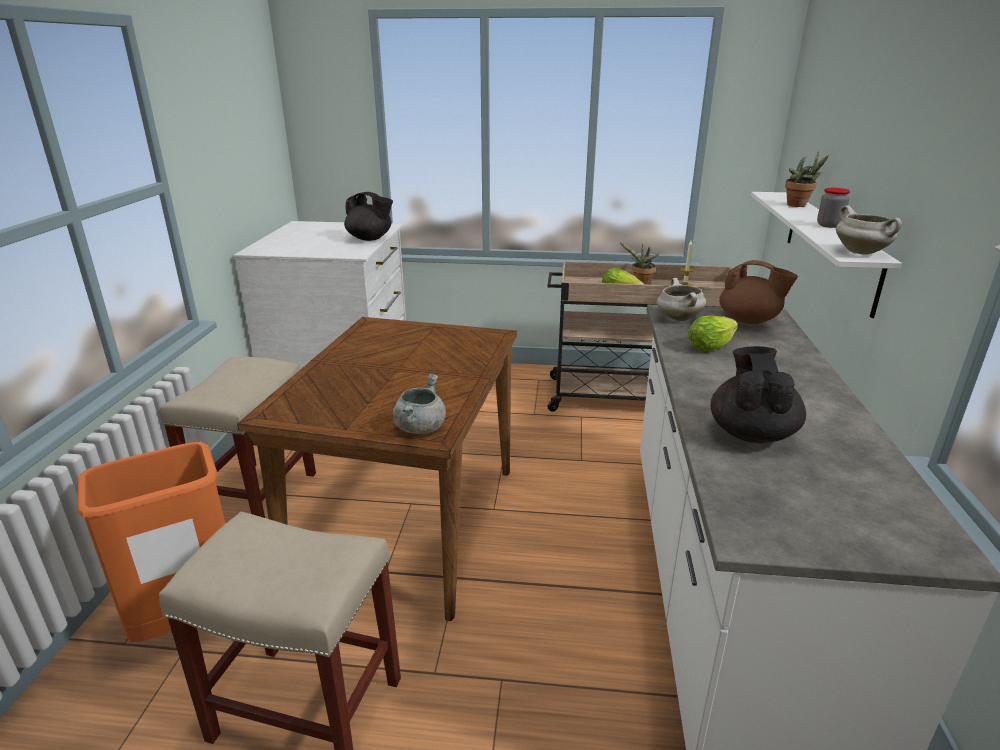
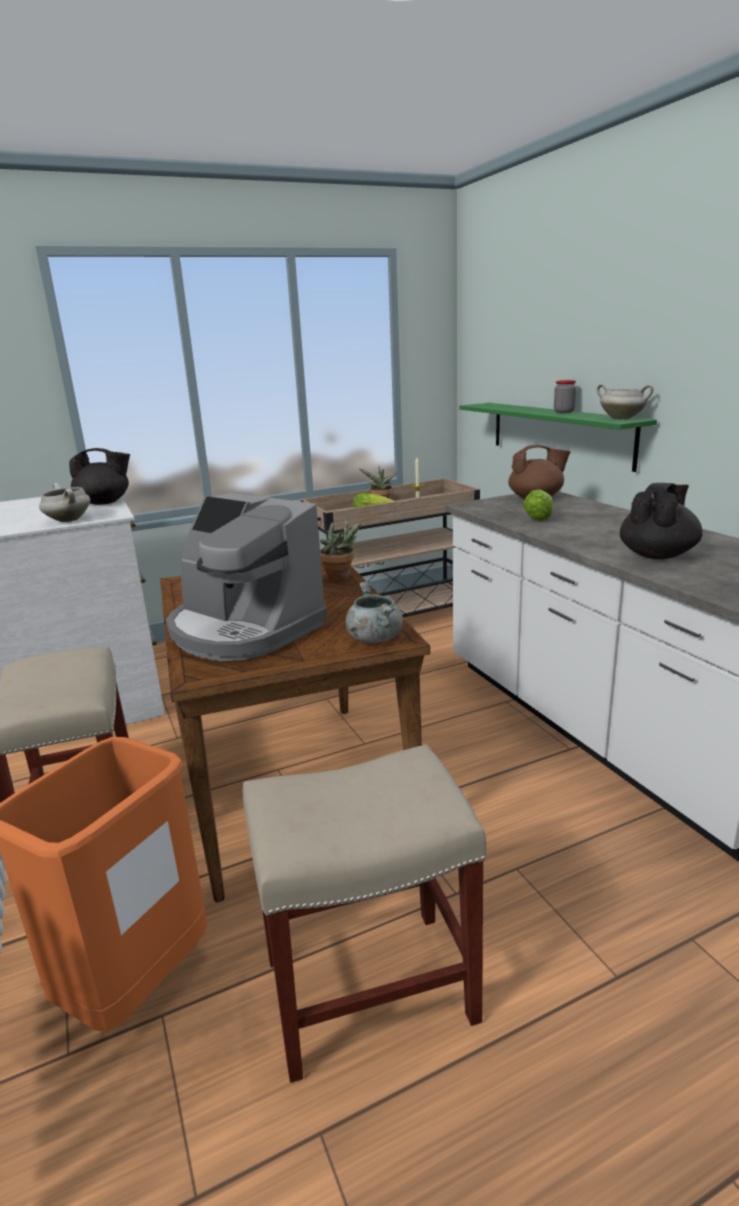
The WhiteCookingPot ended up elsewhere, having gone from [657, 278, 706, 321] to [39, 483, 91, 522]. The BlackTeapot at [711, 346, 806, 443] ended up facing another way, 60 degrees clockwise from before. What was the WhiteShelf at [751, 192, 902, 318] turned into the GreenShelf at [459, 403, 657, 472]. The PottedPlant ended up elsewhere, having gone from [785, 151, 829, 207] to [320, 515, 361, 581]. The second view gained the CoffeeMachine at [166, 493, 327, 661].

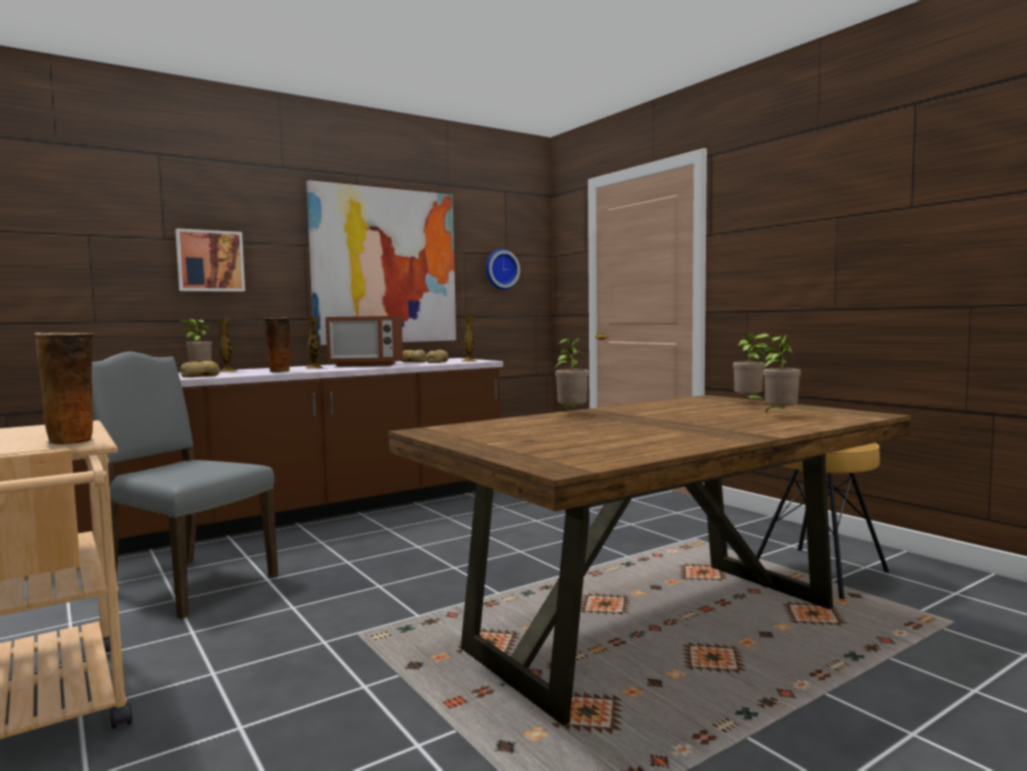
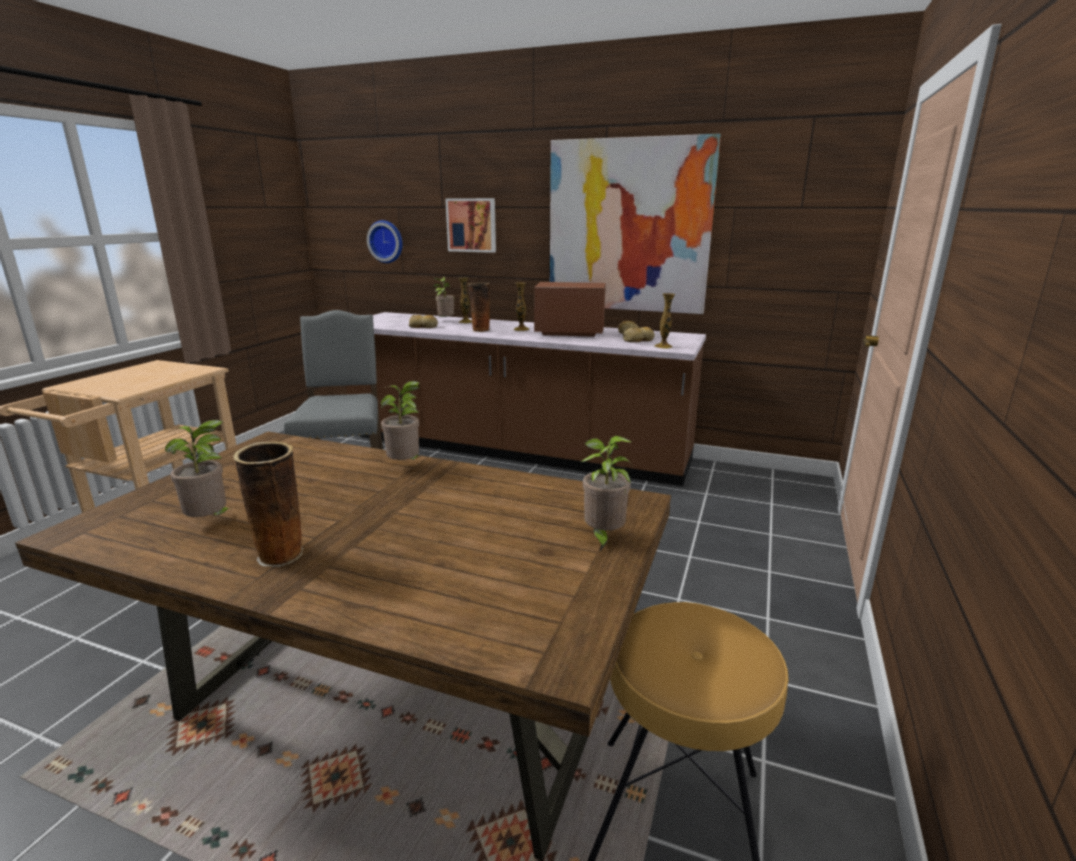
The Vase ended up elsewhere, having gone from [34, 333, 94, 445] to [233, 442, 303, 567]. The Microwave at [325, 316, 403, 367] ended up facing another way, 135 degrees clockwise from before. The WallClock ended up elsewhere, having gone from [486, 249, 520, 290] to [367, 220, 403, 263]. The PottedPlant ended up elsewhere, having gone from [763, 335, 801, 412] to [165, 420, 233, 517].

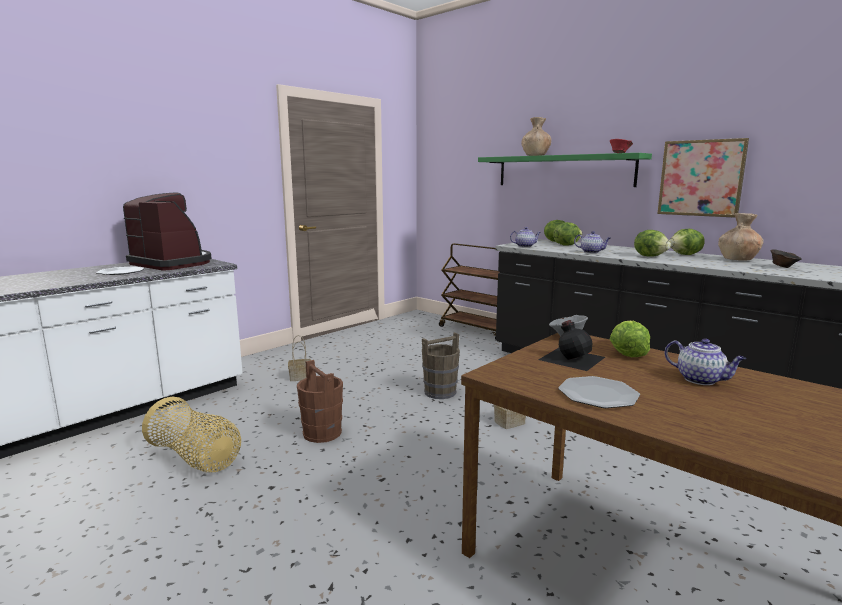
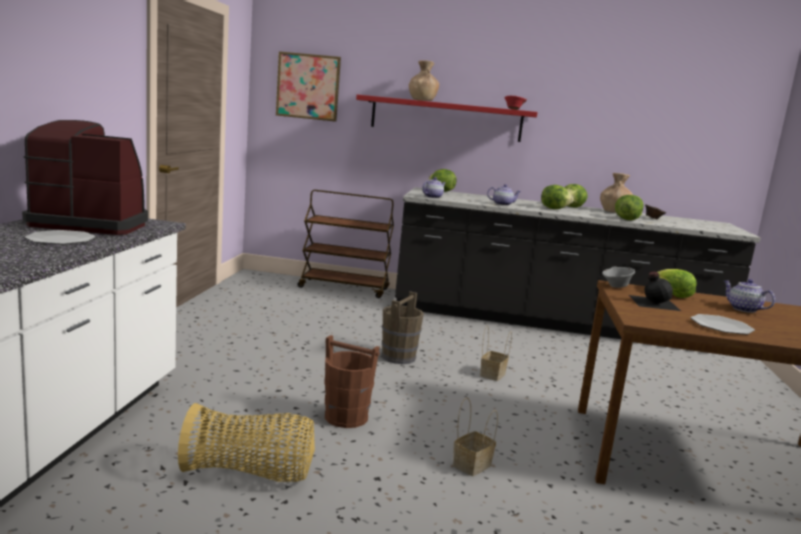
The Basket ended up elsewhere, having gone from [288, 335, 311, 381] to [453, 397, 498, 476]. What was the GreenShelf at [478, 153, 652, 187] turned into the RedShelf at [356, 95, 538, 142]. The Lettuce ended up elsewhere, having gone from [553, 222, 583, 246] to [615, 195, 644, 220]. The Picture ended up elsewhere, having gone from [657, 138, 749, 218] to [276, 51, 341, 122]. The Teapot at [665, 338, 747, 385] ended up facing another way, 135 degrees counterclockwise from before.

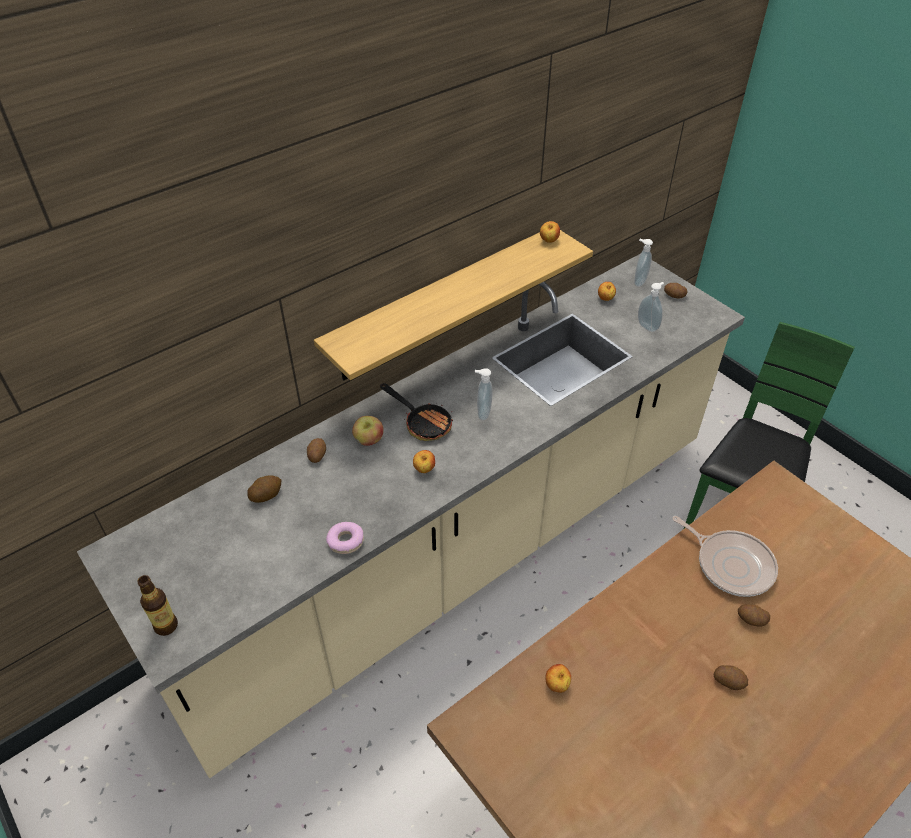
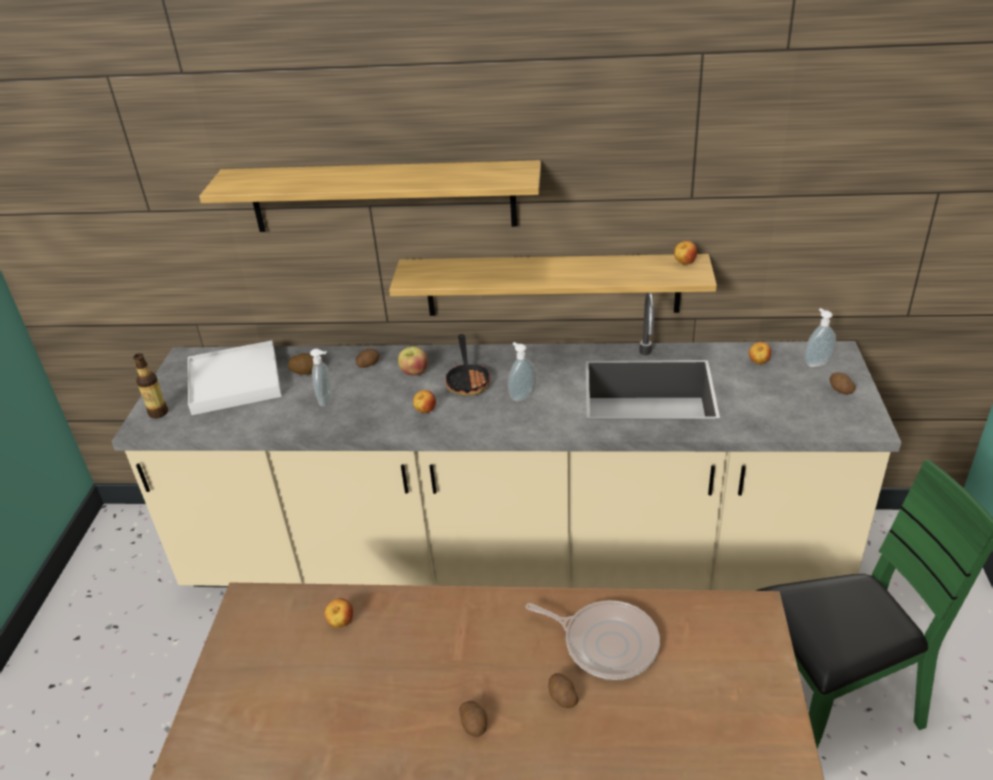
The second view lost the Donut at [326, 522, 364, 554]. The SoapDispenser ended up elsewhere, having gone from [638, 282, 664, 332] to [310, 349, 332, 407]. The FryingPan at [672, 516, 778, 597] ended up facing another way, 60 degrees counterclockwise from before. The second view gained the WhiteTray at [188, 340, 282, 415]. The second view gained the Shelf at [199, 160, 541, 232].

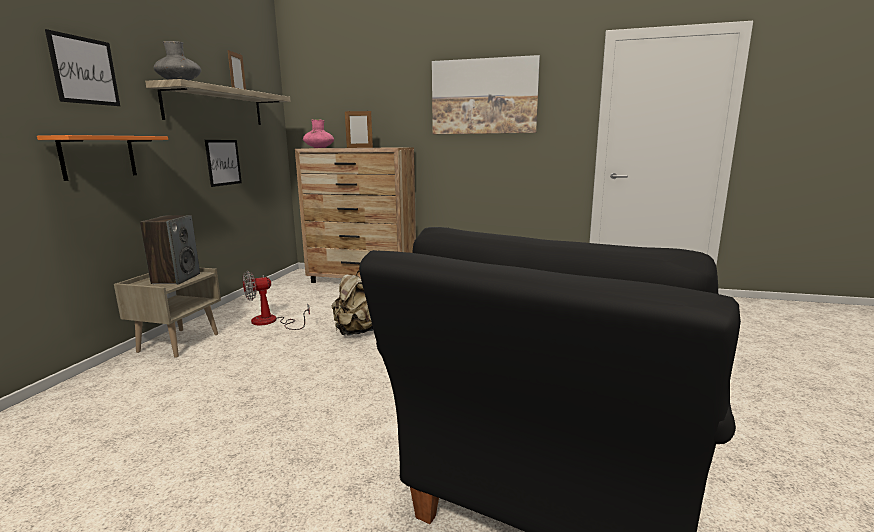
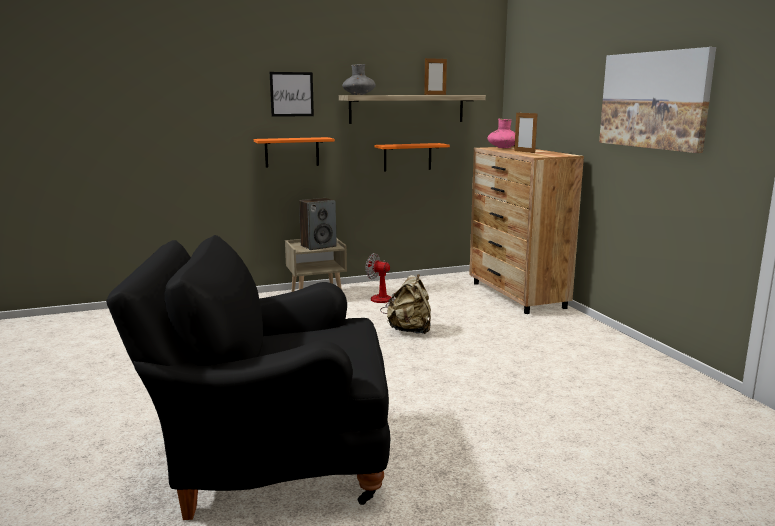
Where the Picture hung at [205, 140, 242, 187], the OrangeShelf came to hang at [374, 143, 450, 172].

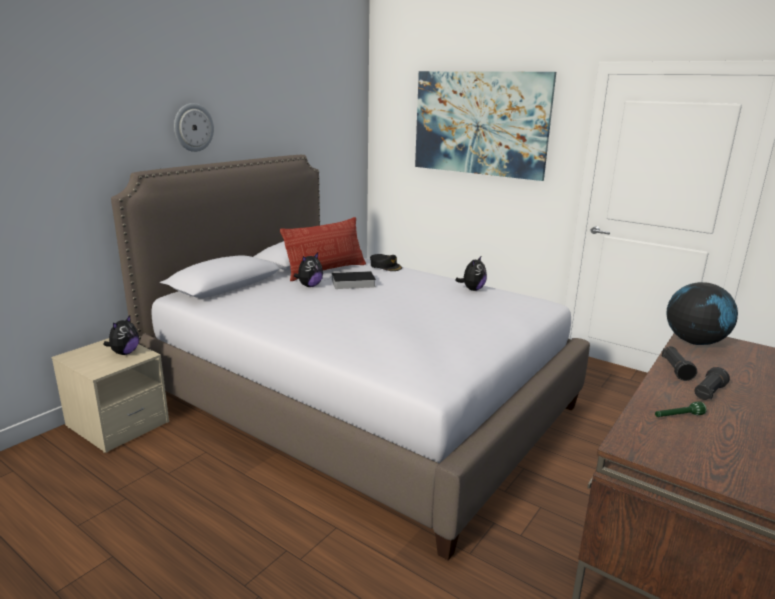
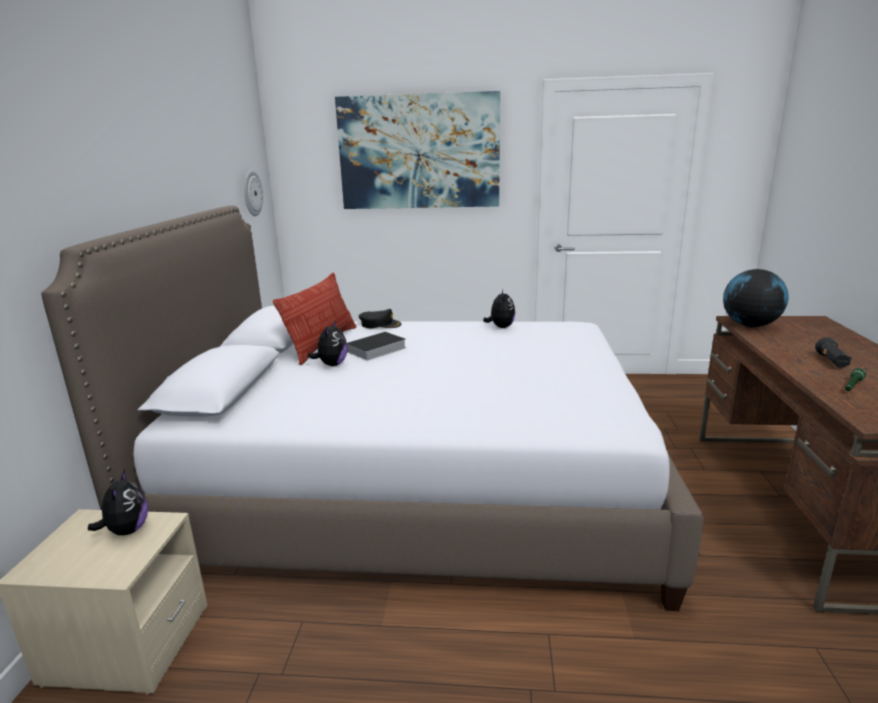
The WallClock ended up elsewhere, having gone from [174, 103, 214, 152] to [244, 170, 263, 216]. The second view lost the BlackFlashlight at [662, 346, 697, 381].

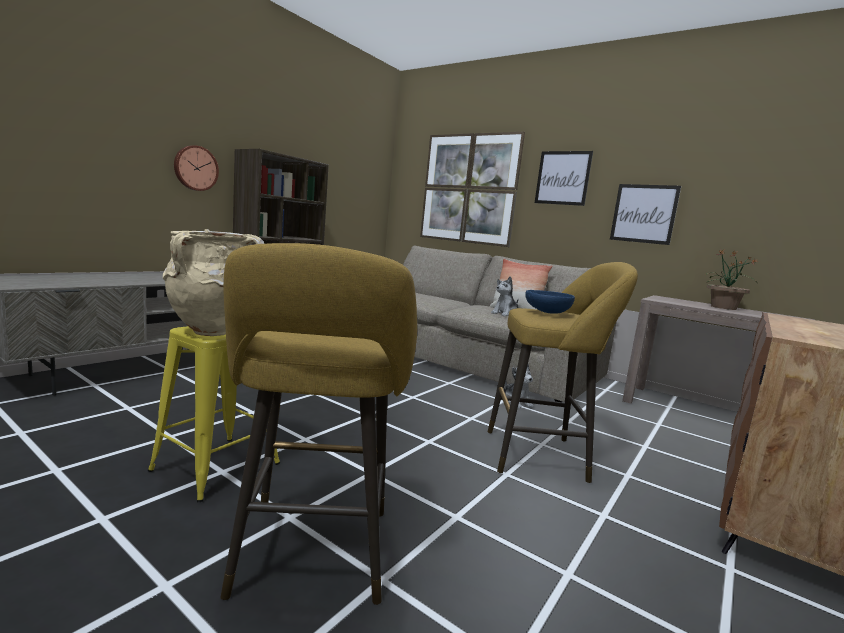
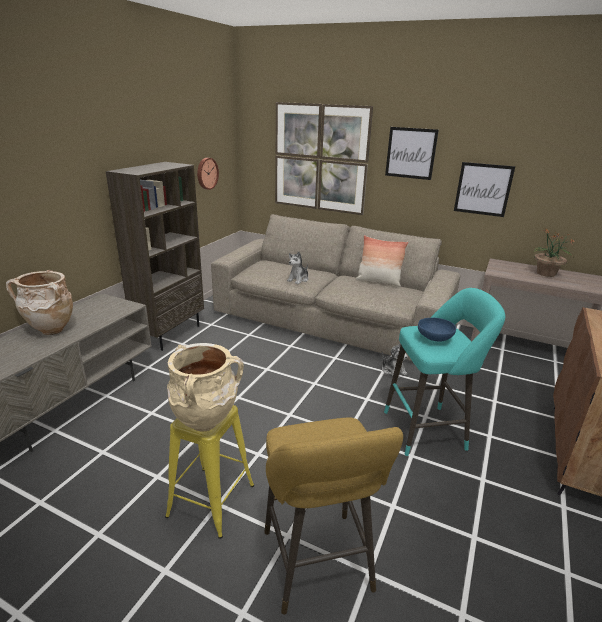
The WallClock ended up elsewhere, having gone from [174, 145, 219, 191] to [197, 158, 219, 190]. What was the YellowStool at [488, 262, 638, 483] turned into the TurquoiseStool at [384, 288, 505, 456]. The PlushToy ended up elsewhere, having gone from [491, 276, 518, 316] to [287, 251, 309, 284]. The second view gained the BeigeVase at [6, 270, 73, 335].

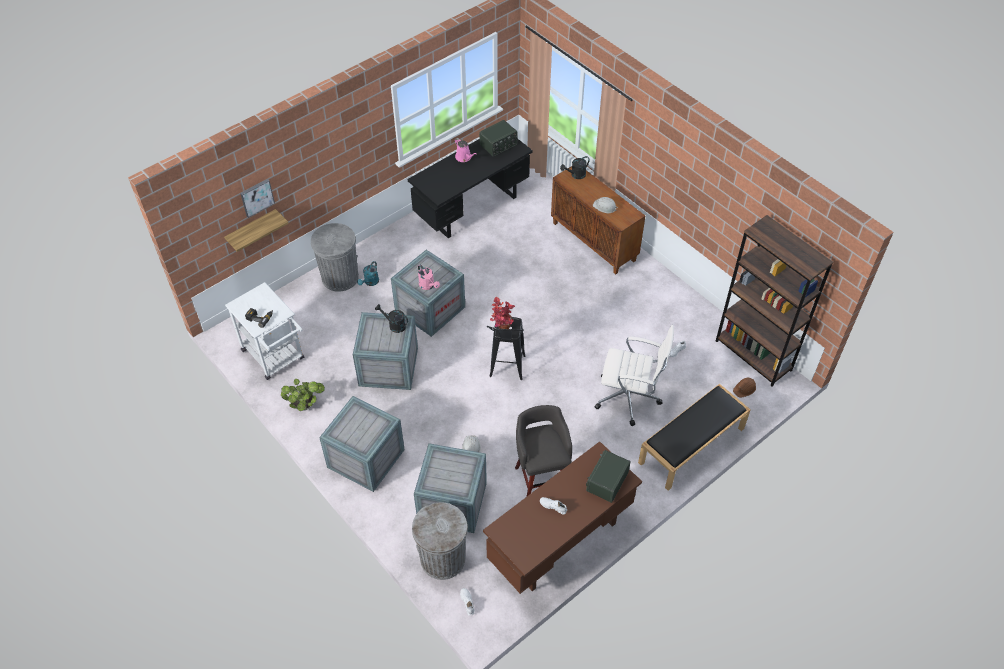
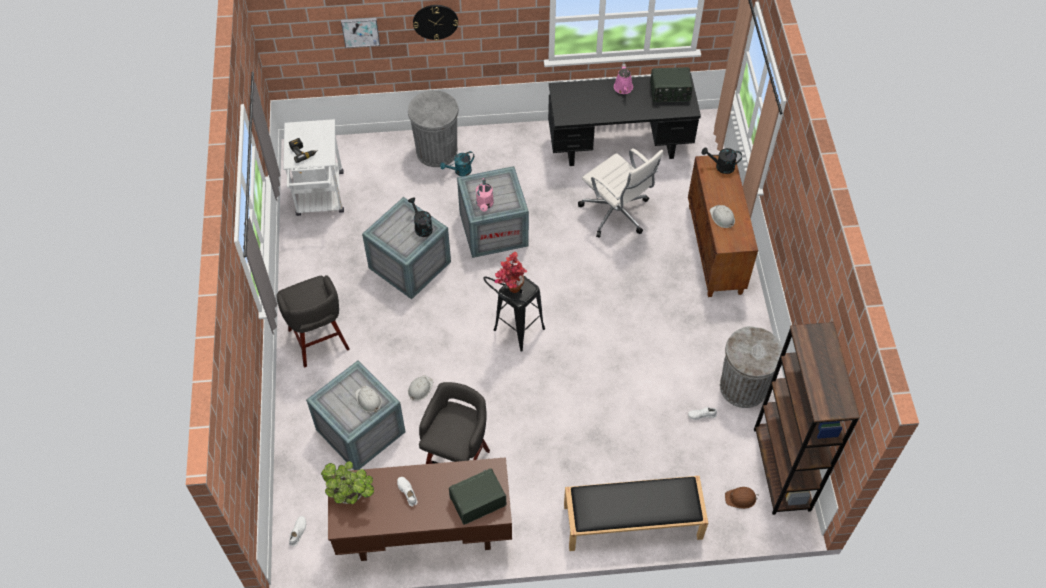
The second view lost the Shelf at [224, 209, 289, 252]. The PottedPlant ended up elsewhere, having gone from [281, 379, 325, 411] to [321, 461, 374, 504]. Where the Crate stood at [319, 396, 405, 492], the GreyStool came to stand at [277, 275, 350, 368]. The GreyTrashCan ended up elsewhere, having gone from [412, 502, 468, 580] to [720, 326, 783, 408]. The WhiteOfficeChair ended up elsewhere, having gone from [595, 325, 674, 426] to [578, 148, 663, 237]. The second view gained the WhiteHardHat at [355, 386, 382, 413]. The second view gained the WallClock at [413, 5, 458, 41].

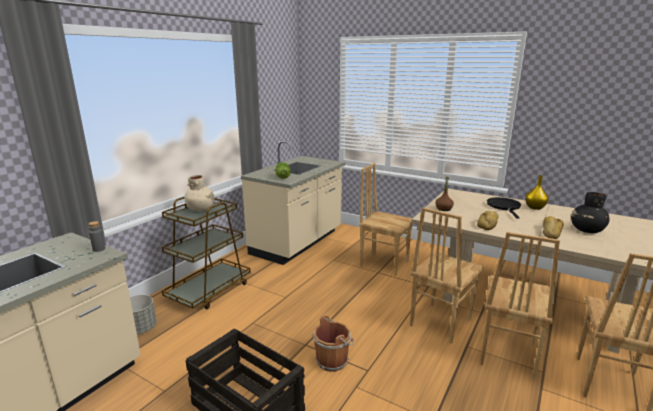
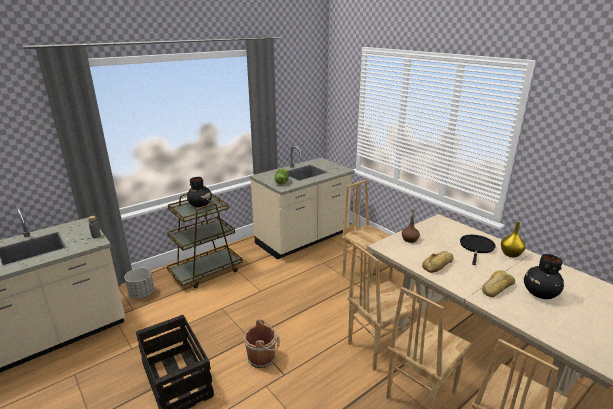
What was the BeigeVase at [184, 175, 214, 211] turned into the BlackVase at [187, 177, 212, 207].

